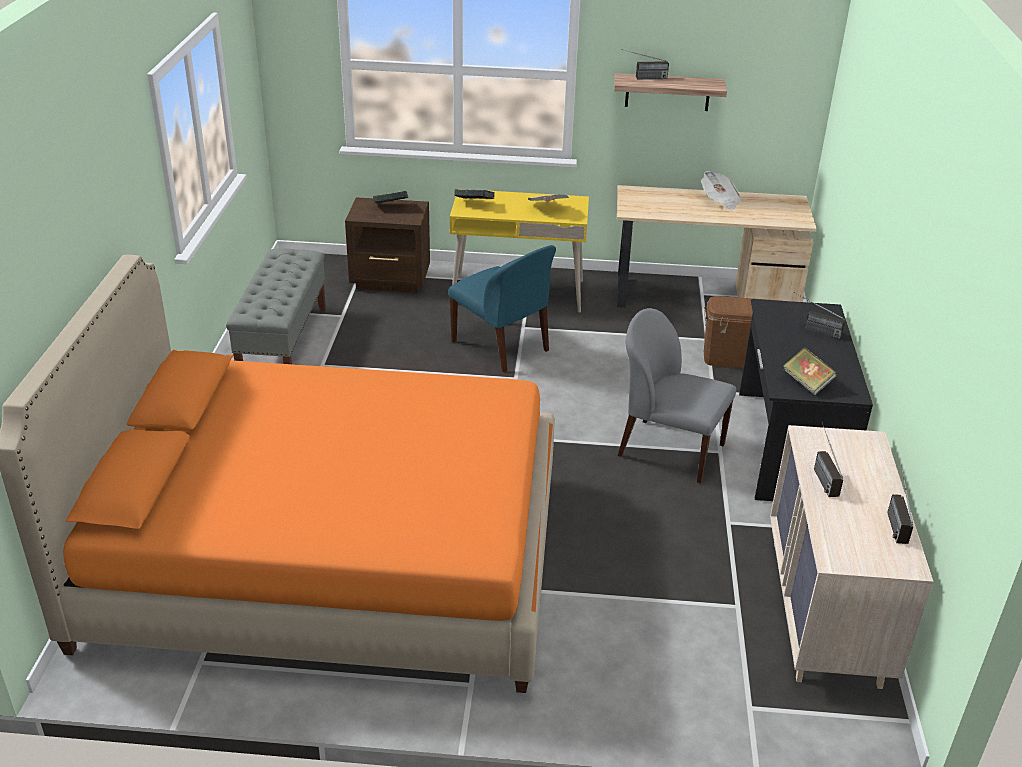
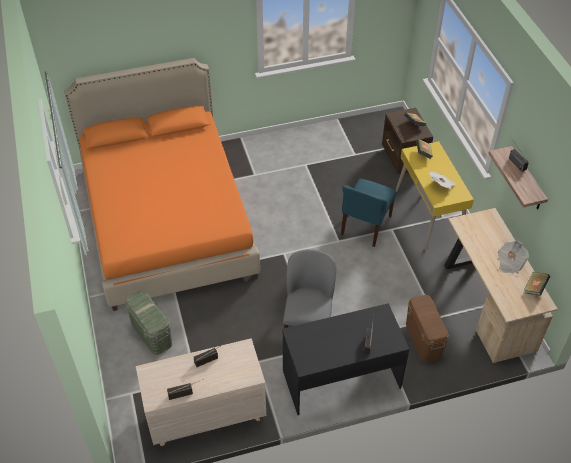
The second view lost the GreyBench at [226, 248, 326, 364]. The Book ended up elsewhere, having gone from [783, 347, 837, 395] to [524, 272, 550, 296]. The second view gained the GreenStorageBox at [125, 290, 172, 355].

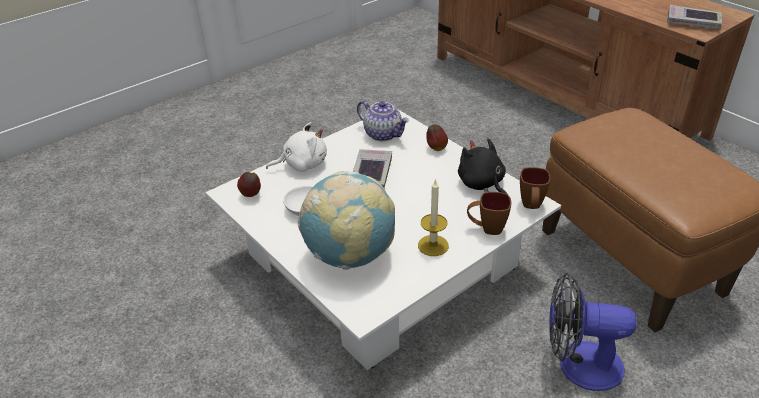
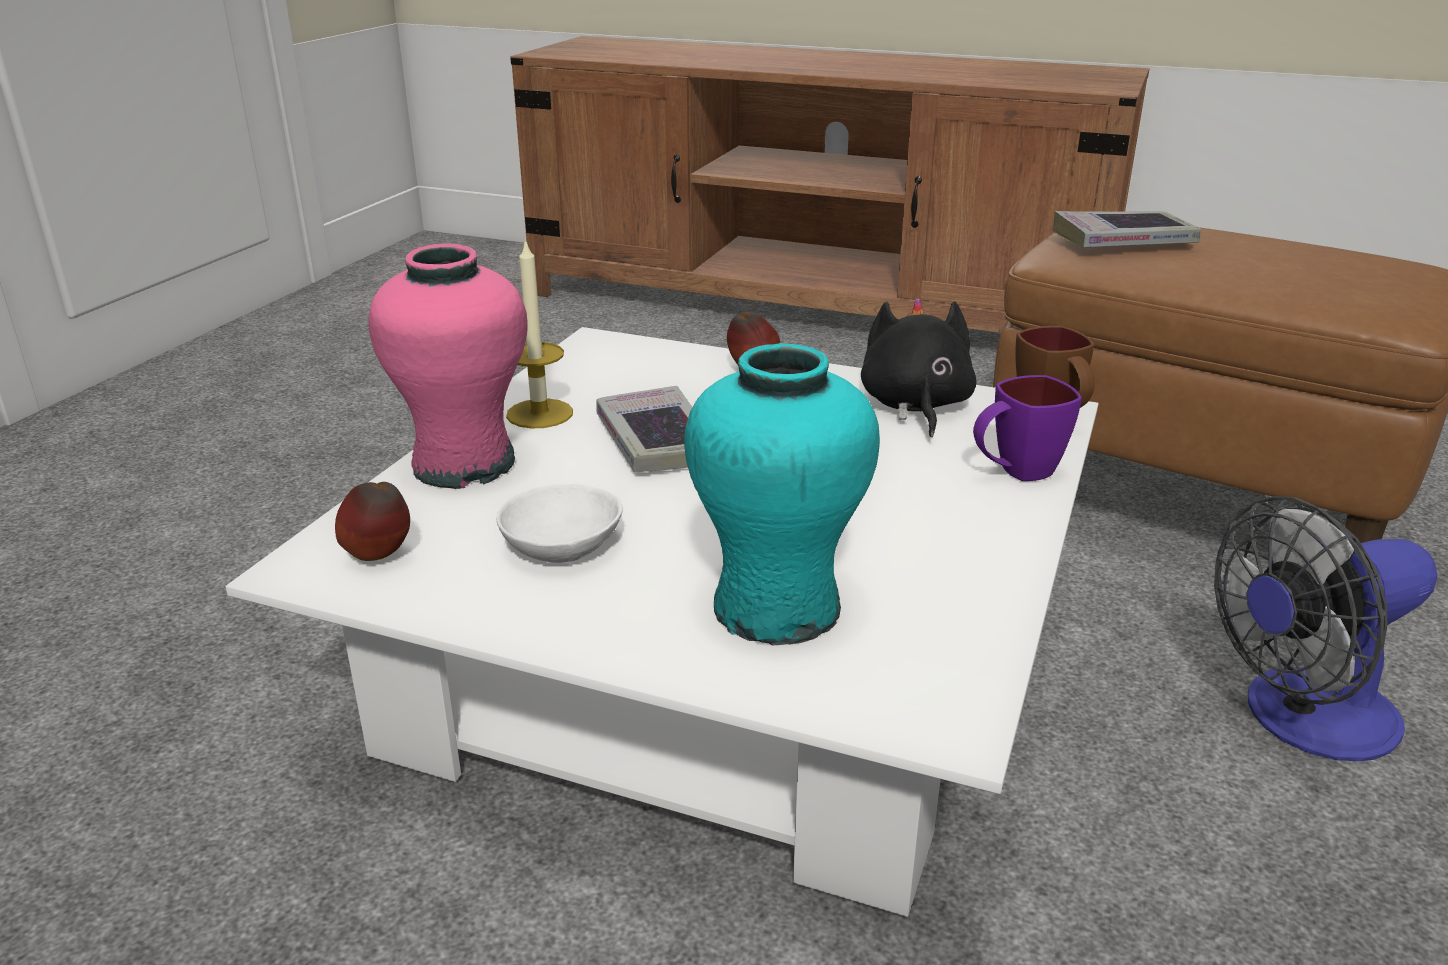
Where the WhitePlushToy stood at [266, 122, 327, 172], the PinkVase came to stand at [369, 243, 528, 489]. Where the Globe stood at [298, 171, 395, 270], the TurquoiseVase came to stand at [684, 343, 880, 646]. The second view lost the Teapot at [357, 100, 409, 141]. The Candle ended up elsewhere, having gone from [418, 179, 449, 256] to [506, 239, 573, 428]. The BlackPlushToy at [458, 138, 507, 194] ended up facing another way, 60 degrees clockwise from before. What was the BrownMug at [467, 192, 511, 235] turned into the PurpleMug at [973, 375, 1082, 481]. The Book ended up elsewhere, having gone from [667, 5, 722, 29] to [1053, 211, 1201, 248].

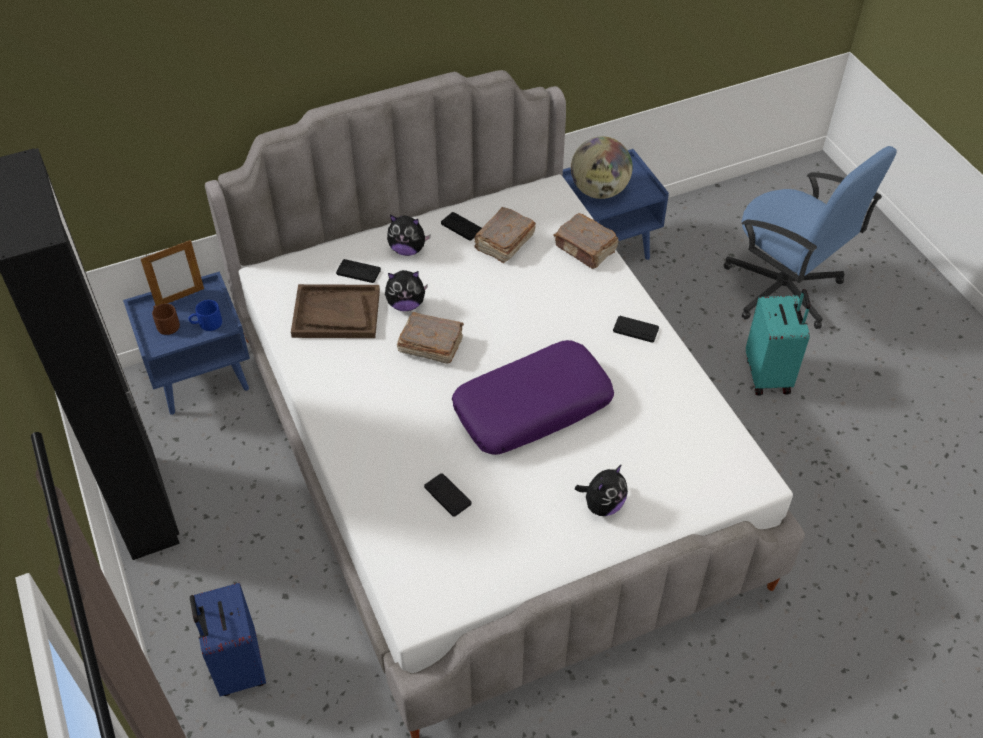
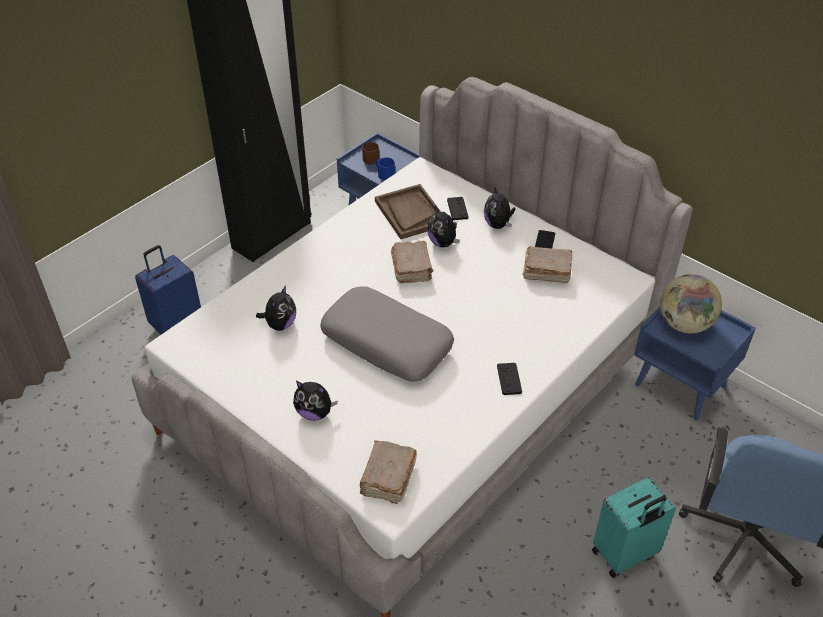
The second view lost the PictureFrame at [141, 240, 204, 306]. Where the BlackGameController stood at [424, 473, 471, 517], the PlushToy came to stand at [256, 285, 296, 331]. What was the PurplePillow at [452, 340, 614, 455] turned into the GreyPillow at [320, 286, 454, 381]. The BrownBook ended up elsewhere, having gone from [554, 213, 619, 269] to [360, 440, 417, 504].

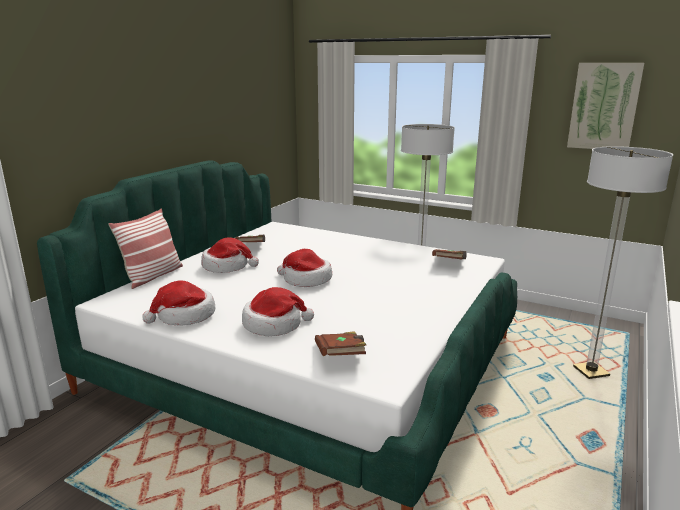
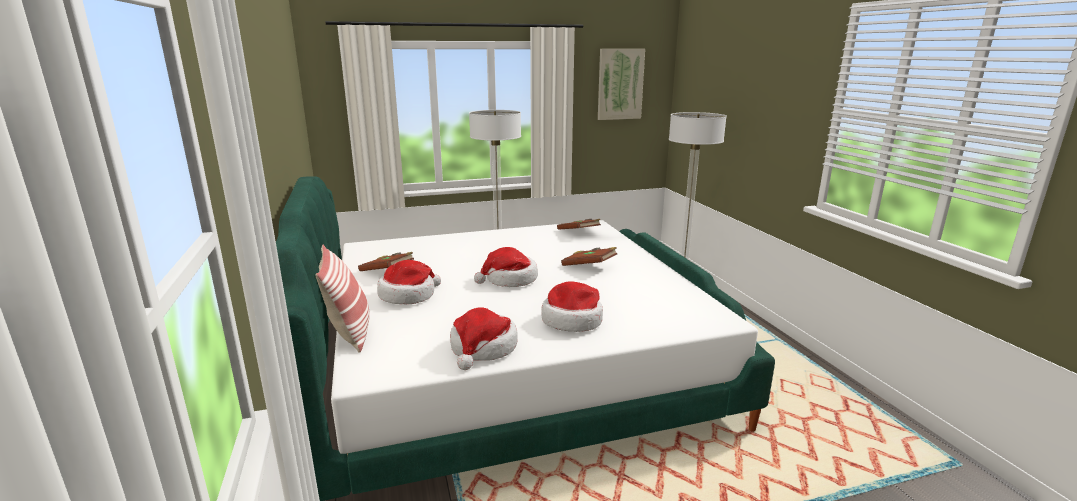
The BrownBook ended up elsewhere, having gone from [315, 331, 366, 356] to [561, 247, 617, 266].

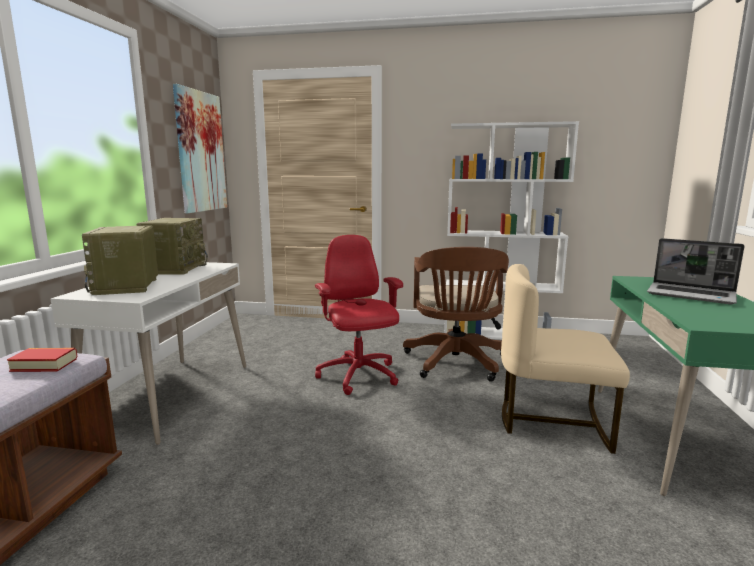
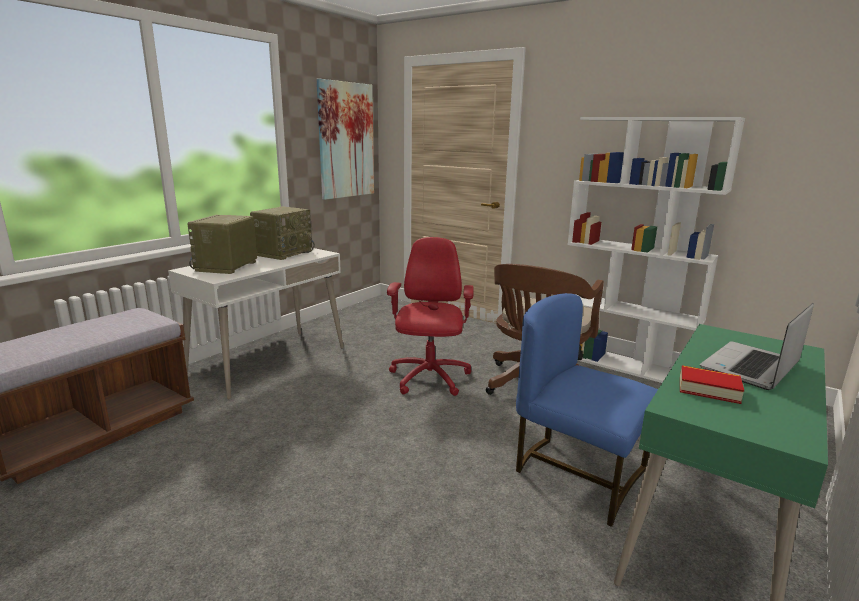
The Book ended up elsewhere, having gone from [7, 348, 77, 372] to [680, 365, 744, 404]. What was the BeigeChair at [501, 264, 630, 454] turned into the BlueChair at [516, 293, 658, 527]. The Laptop at [647, 238, 745, 304] ended up facing another way, 75 degrees clockwise from before.

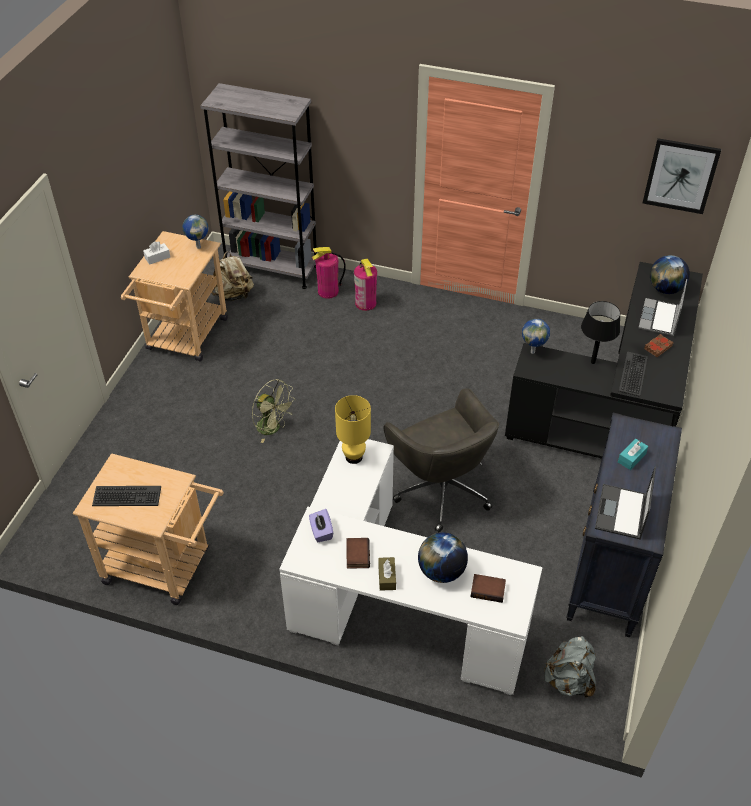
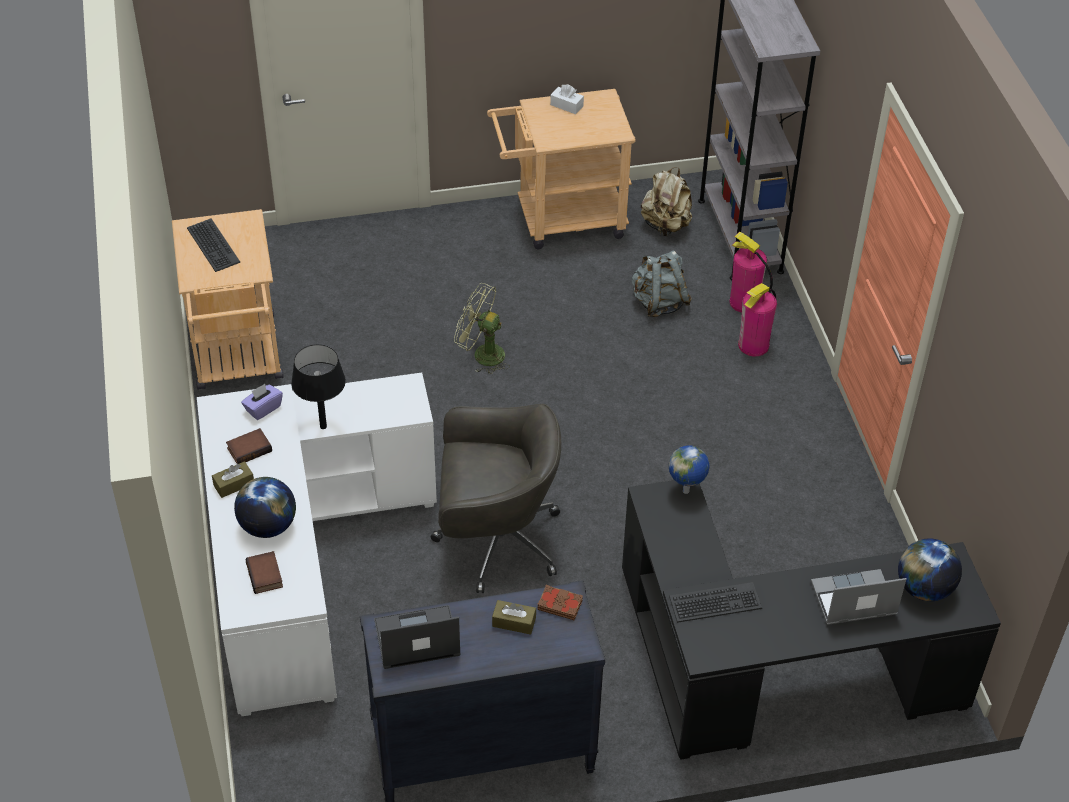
The second view lost the Globe at [183, 215, 208, 249]. The GreenFan at [252, 379, 296, 443] ended up facing another way, 105 degrees clockwise from before. The second view lost the YellowTableLamp at [335, 395, 371, 464]. The GreyOfficeChair at [383, 388, 499, 533] ended up facing another way, 120 degrees counterclockwise from before. The GreyBackpack ended up elsewhere, having gone from [544, 636, 596, 698] to [632, 250, 692, 317]. The BlackTableLamp ended up elsewhere, having gone from [581, 301, 620, 364] to [291, 344, 346, 429]. What was the TurquoiseTissueBox at [618, 439, 648, 470] turned into the BrownTissueBox at [492, 600, 536, 635]. The second view lost the Picture at [643, 138, 721, 214]. The BrownBook ended up elsewhere, having gone from [644, 334, 673, 357] to [538, 585, 583, 620].

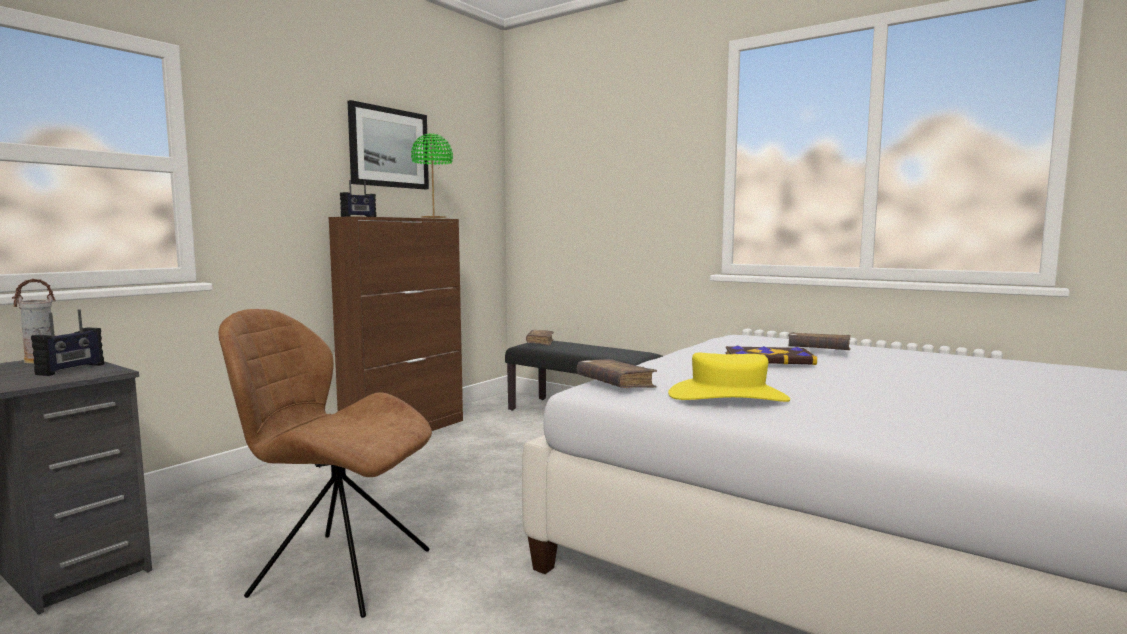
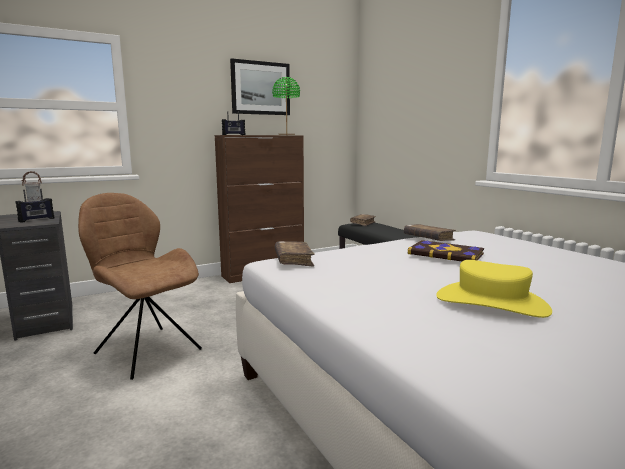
The YellowHat ended up elsewhere, having gone from [668, 353, 790, 402] to [436, 260, 552, 318]. The BrownBook ended up elsewhere, having gone from [788, 332, 851, 350] to [404, 224, 456, 241].

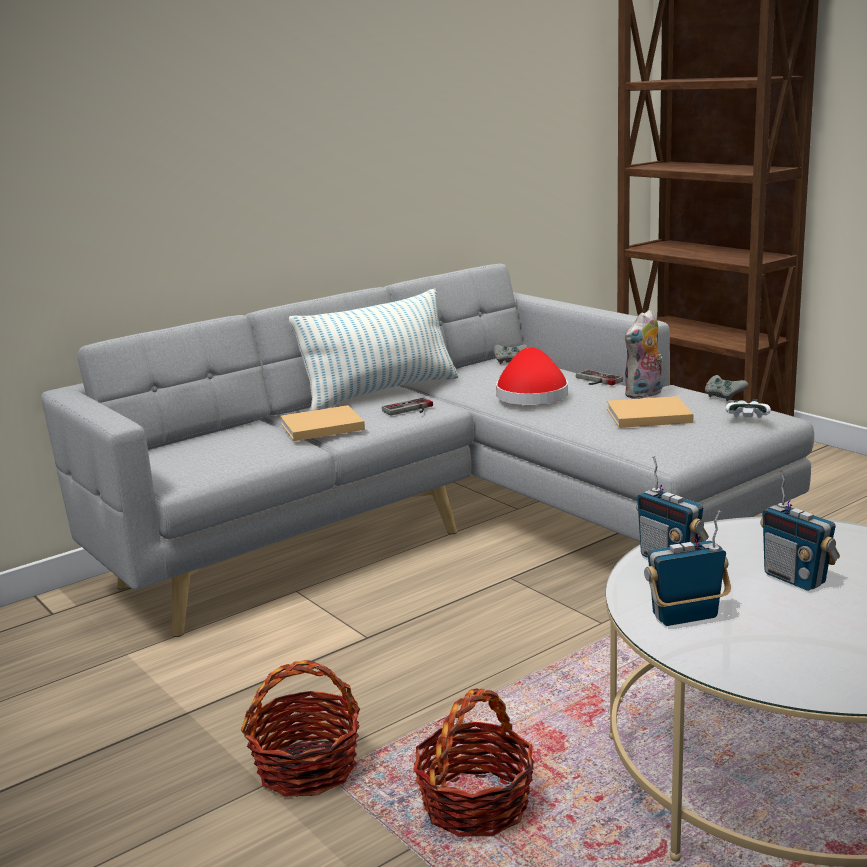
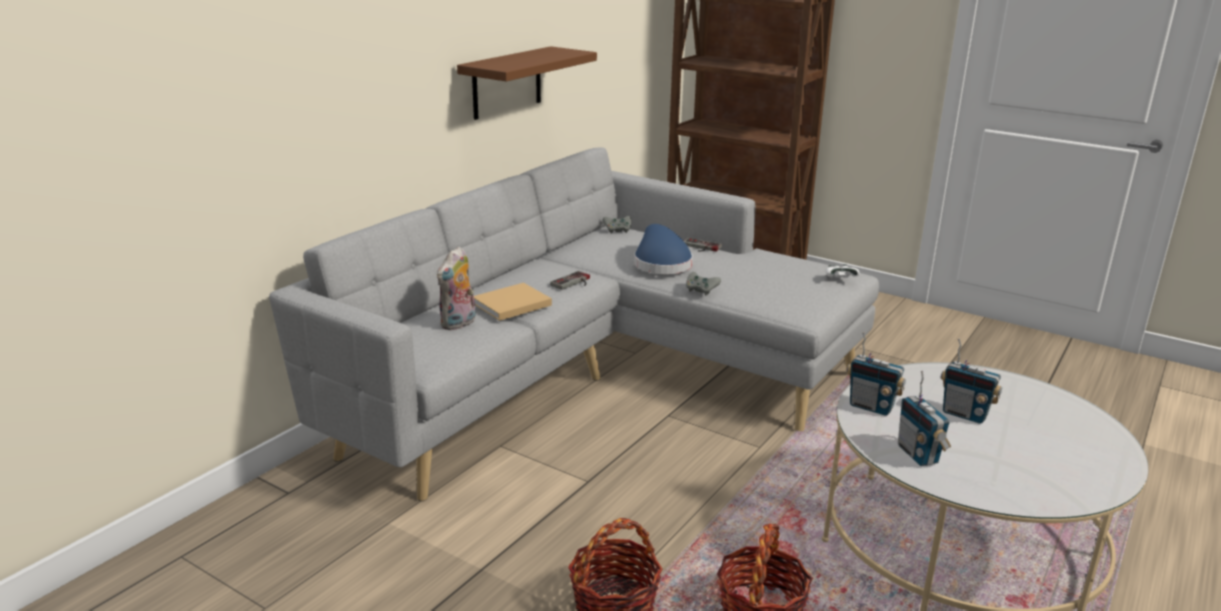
The second view lost the Pillow at [289, 289, 459, 411]. What was the RedHat at [496, 347, 568, 405] turned into the BlueHat at [634, 224, 693, 274]. The second view lost the BeigeBook at [607, 396, 693, 428]. The PlushToy ended up elsewhere, having gone from [625, 310, 663, 399] to [437, 247, 476, 330]. The Radio at [644, 510, 731, 626] ended up facing another way, 75 degrees counterclockwise from before. The GreyGameController ended up elsewhere, having gone from [705, 375, 748, 401] to [686, 272, 721, 295]. The second view gained the BrownShelf at [457, 46, 597, 120].

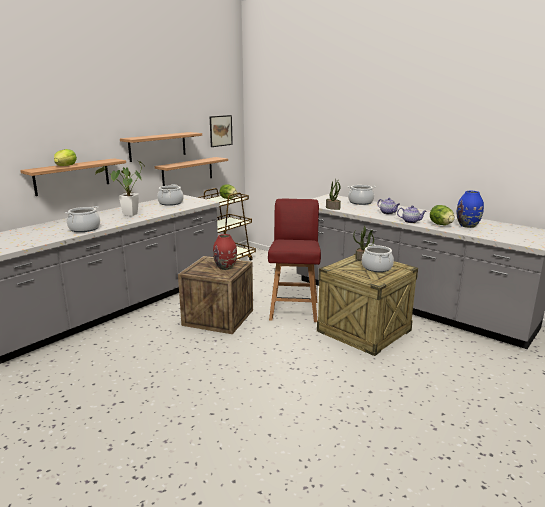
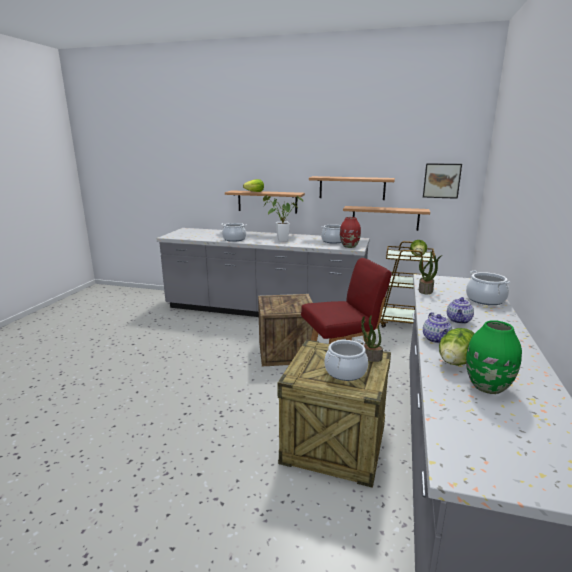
The RedVase ended up elsewhere, having gone from [213, 234, 237, 270] to [340, 217, 361, 248]. What was the BlueVase at [457, 191, 484, 228] turned into the GreenVase at [466, 320, 522, 394].

